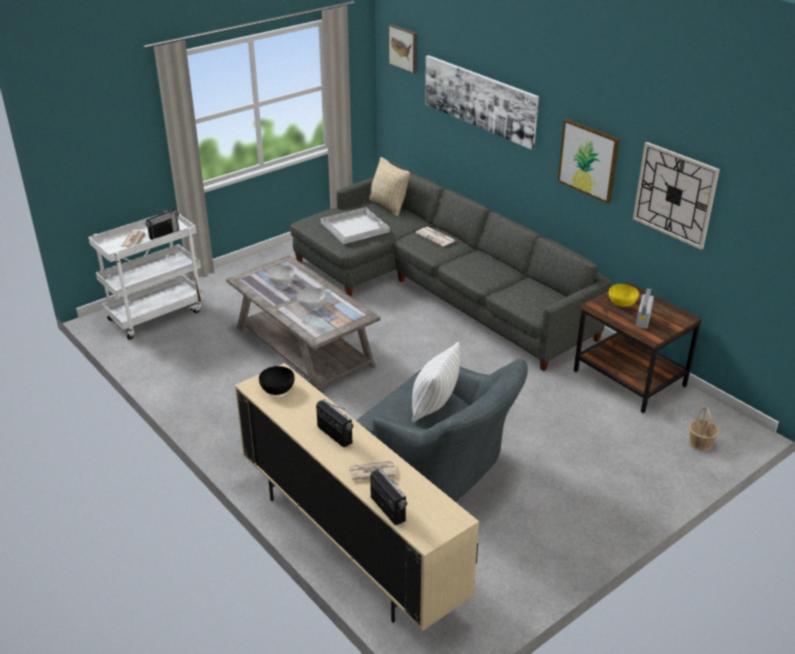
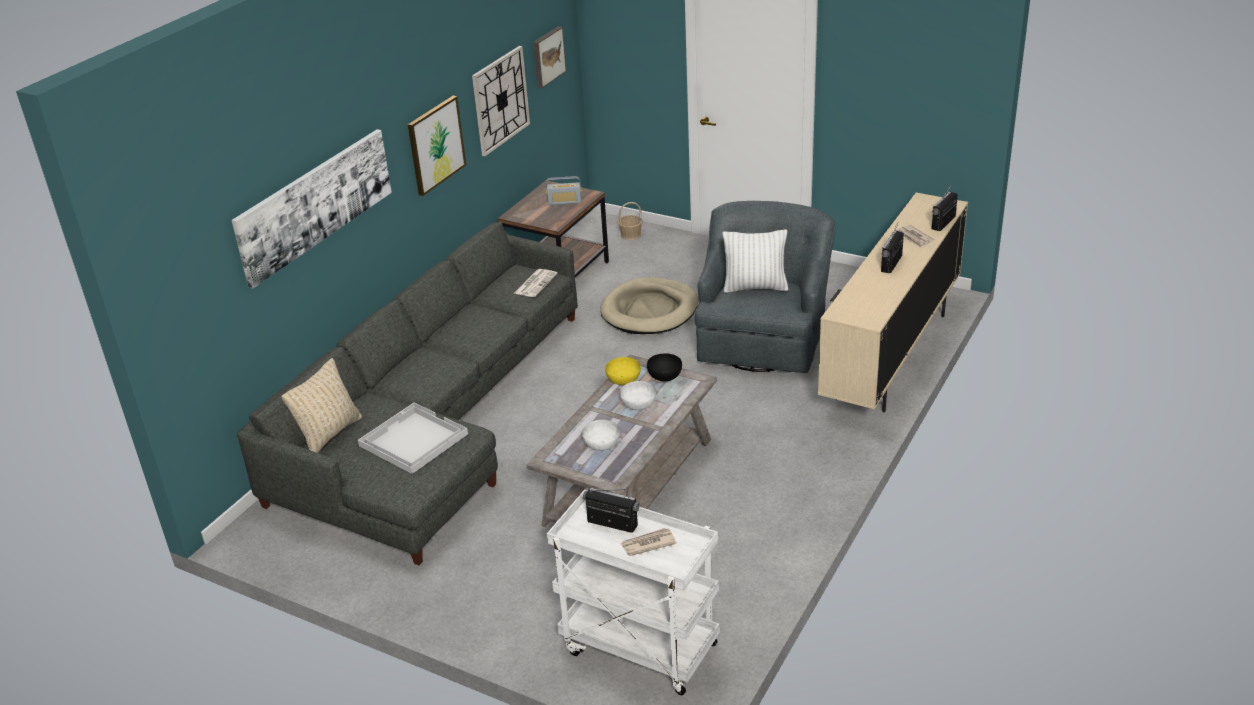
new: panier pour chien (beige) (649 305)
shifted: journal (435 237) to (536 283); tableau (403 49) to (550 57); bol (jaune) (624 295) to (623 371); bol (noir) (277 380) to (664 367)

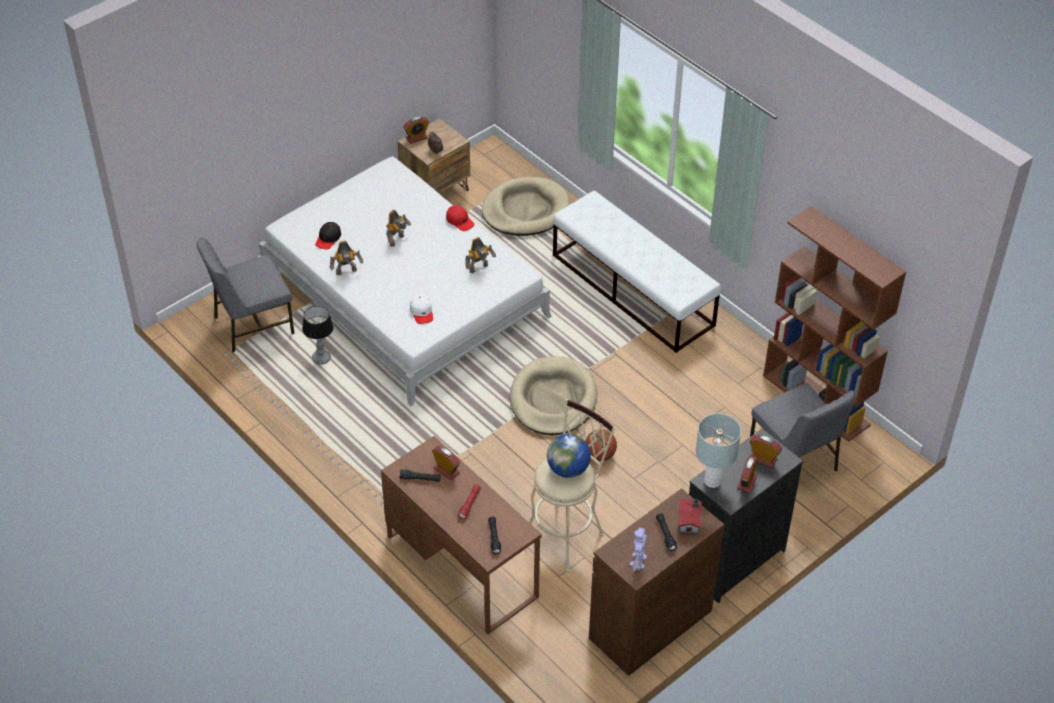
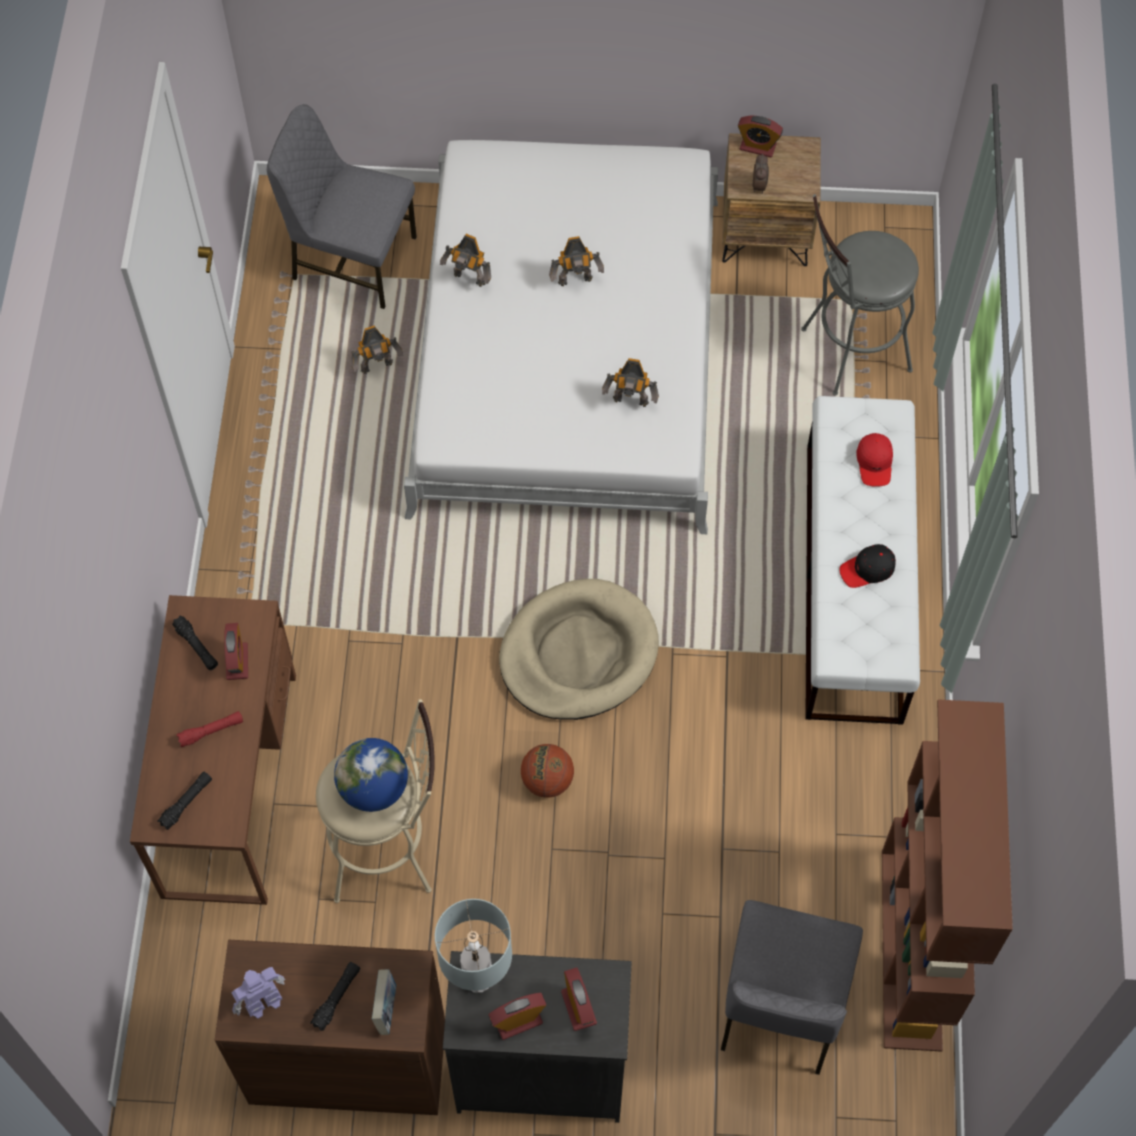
gone: casquette (blanc) (421 309)
shifted: casquette (noir) (328 236) to (868 566); casquette (rouge) (460 218) to (874 460)
swapped: lampe de table (318 335) to robot jouet (377 349); maison miniature (690 516) to livre (384 1002); panier pour chien (beige) (526 206) to tabouret (gris) (860 294)

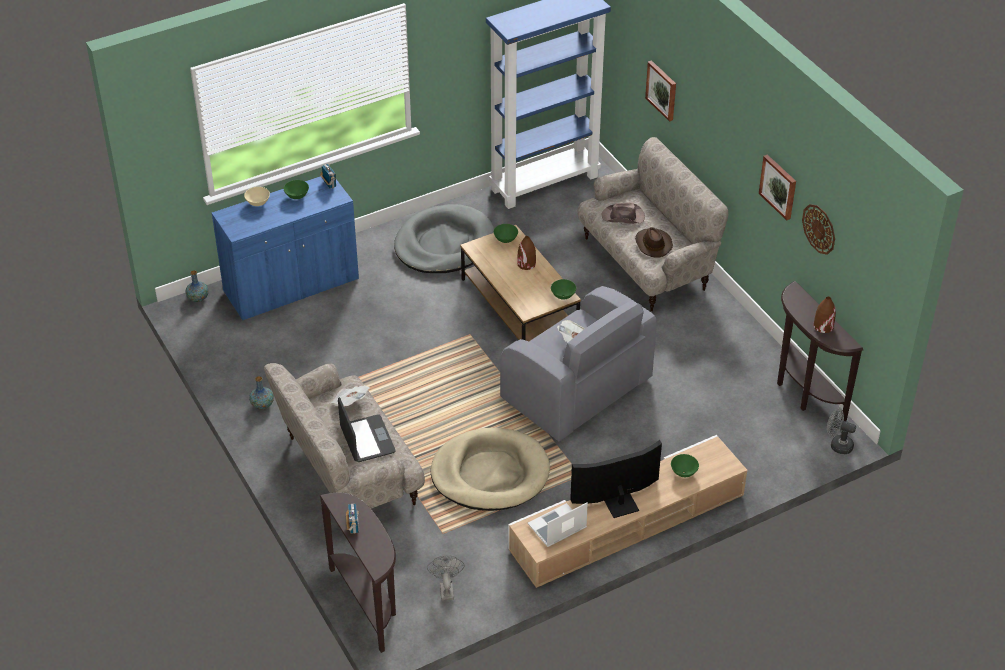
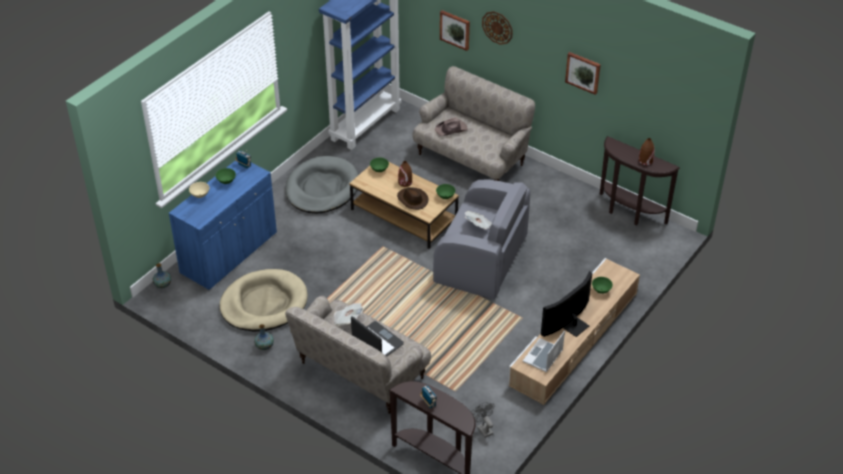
gone: ventilateur (gris) (841 431)
shifted: panier pour chien (beige) (490 469) to (264 300); chapeau (marron) (654 242) to (413 198); horloge murale (818 229) to (497 28)

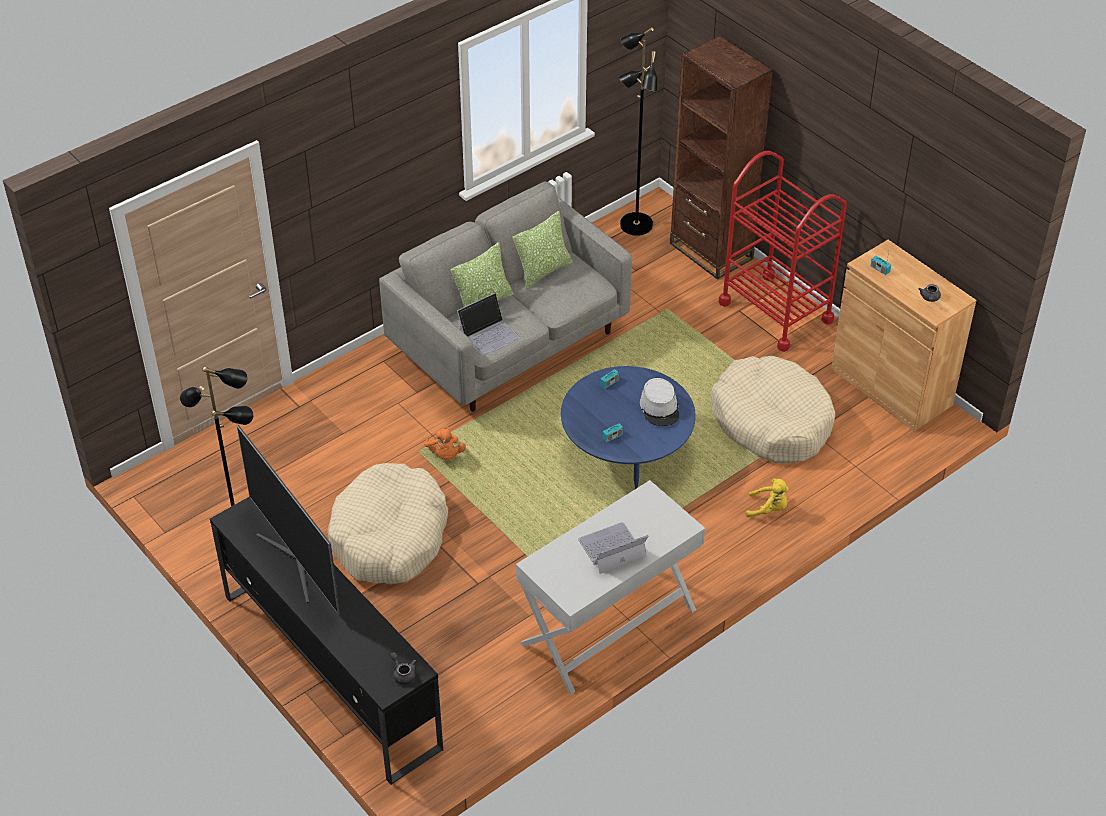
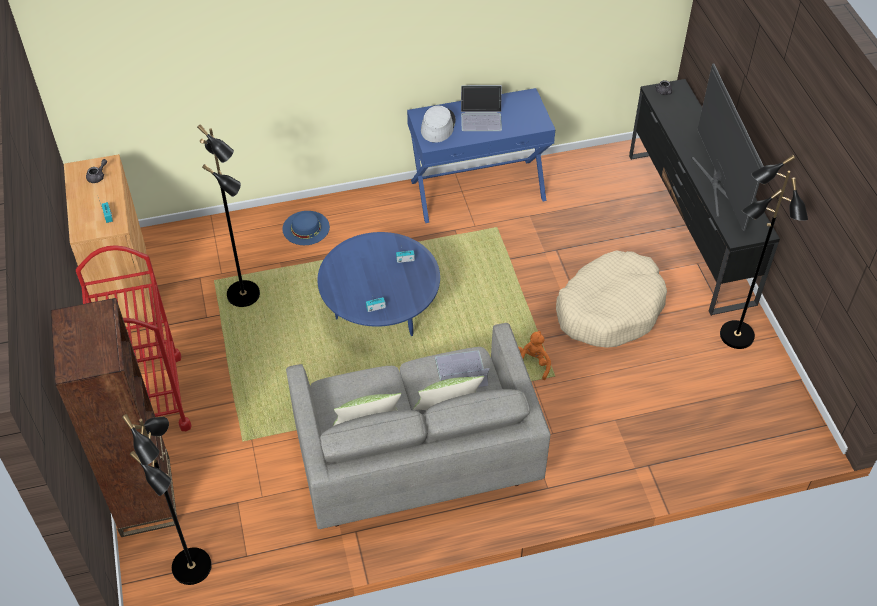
shifted: chapeau (gris) (660 402) to (438 124)
swapped: panier pour chien (beige) (773 409) to lampadaire (noir) (228 215); peluche (jaune) (767 498) to chapeau (bleu) (306 228)
repainted: table console (blanc) (610 587) to table console (bleu) (481 155)

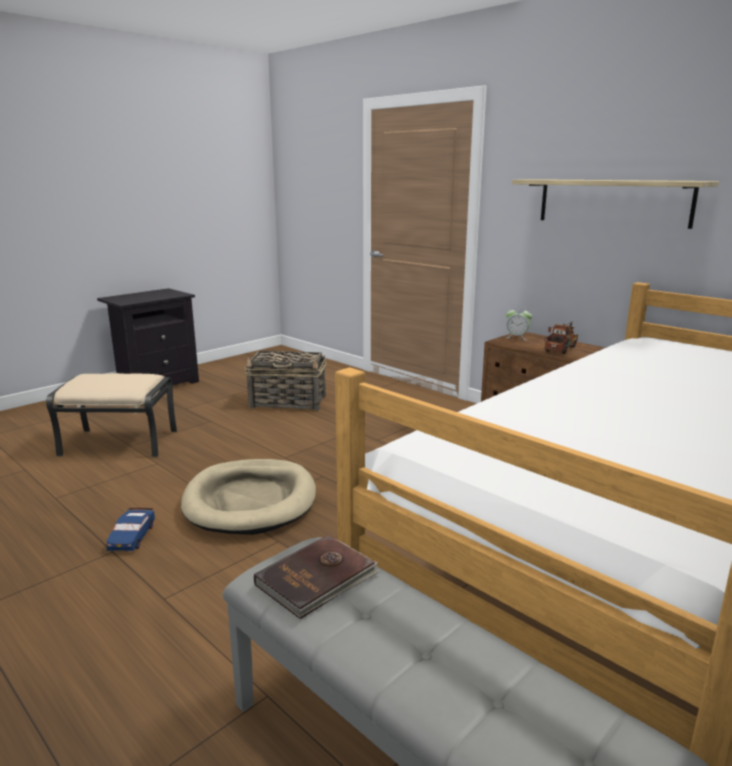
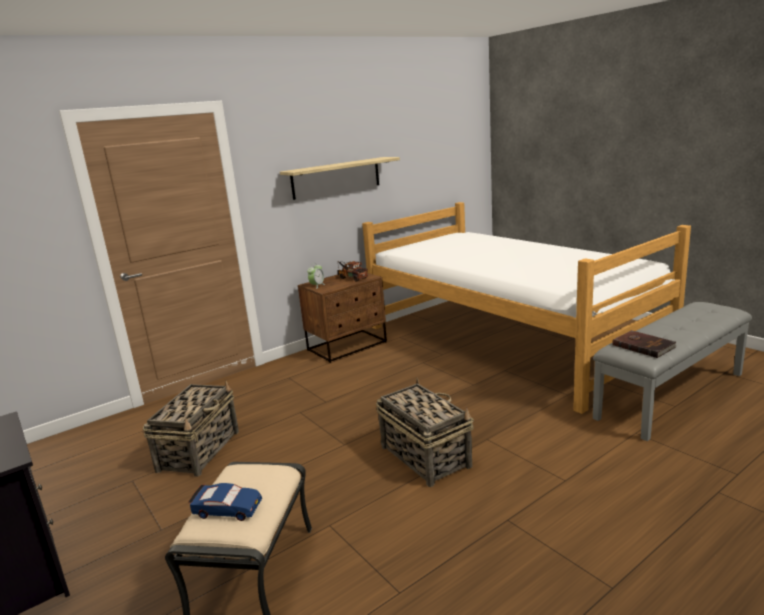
shifted: petite voiture (bleu) (131 529) to (225 502)
swapped: panier pour chien (beige) (248 497) to panier (425 432)

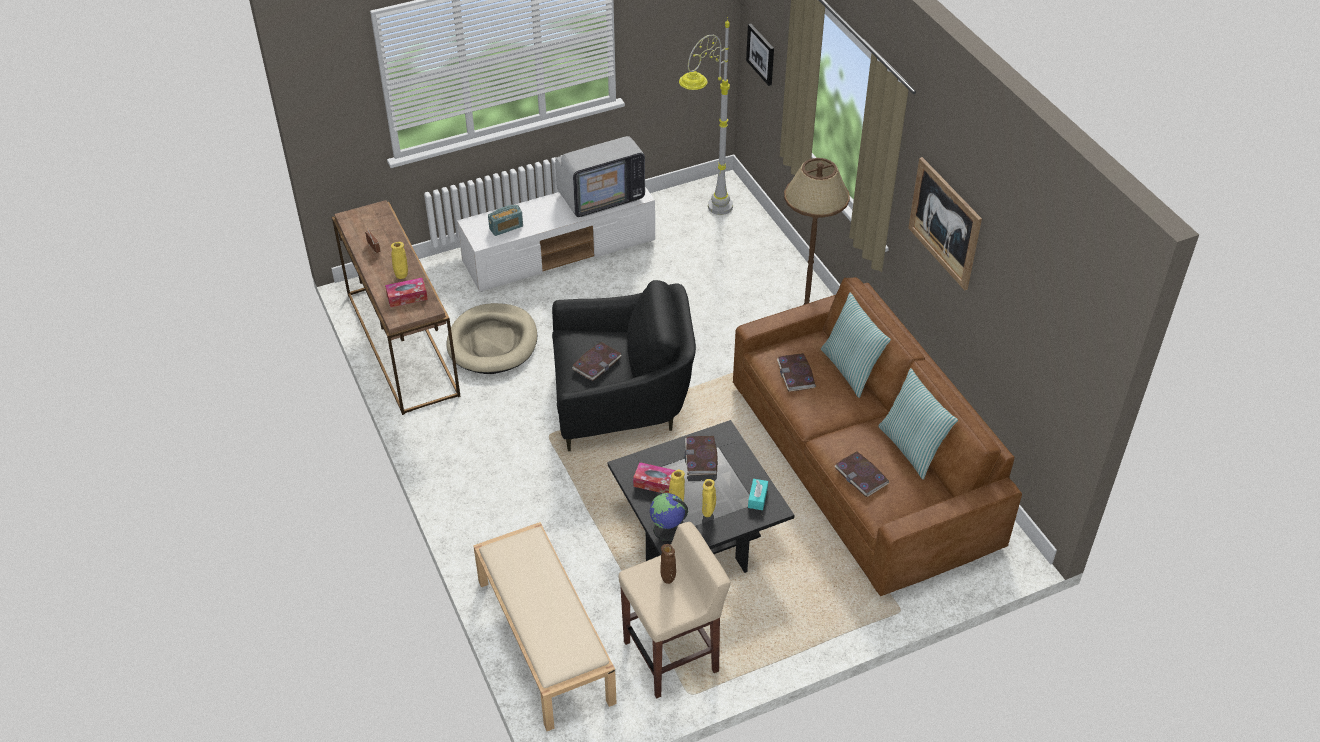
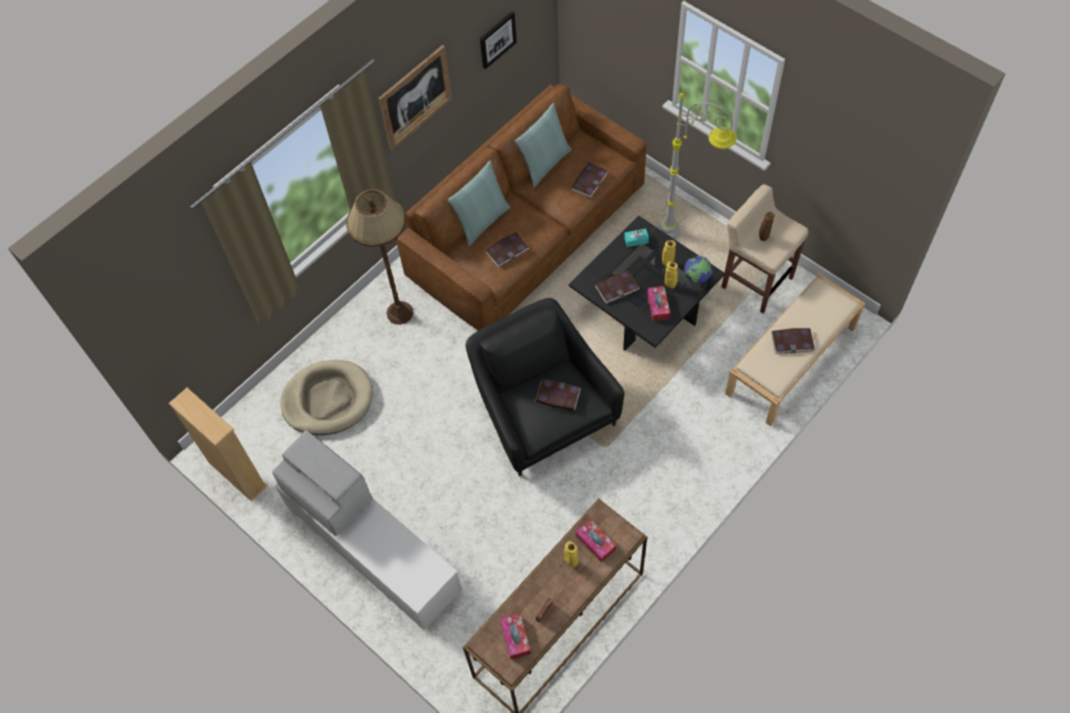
gone: radio (505 220)
new: bibliothèque (beige) (218 444); boîte à mouchoirs (515 636); livre (793 341)
shifted: panier pour chien (beige) (492 338) to (327 397); tableau (760 55) to (498 40); lampadaire (gris) (706 116) to (697 164)

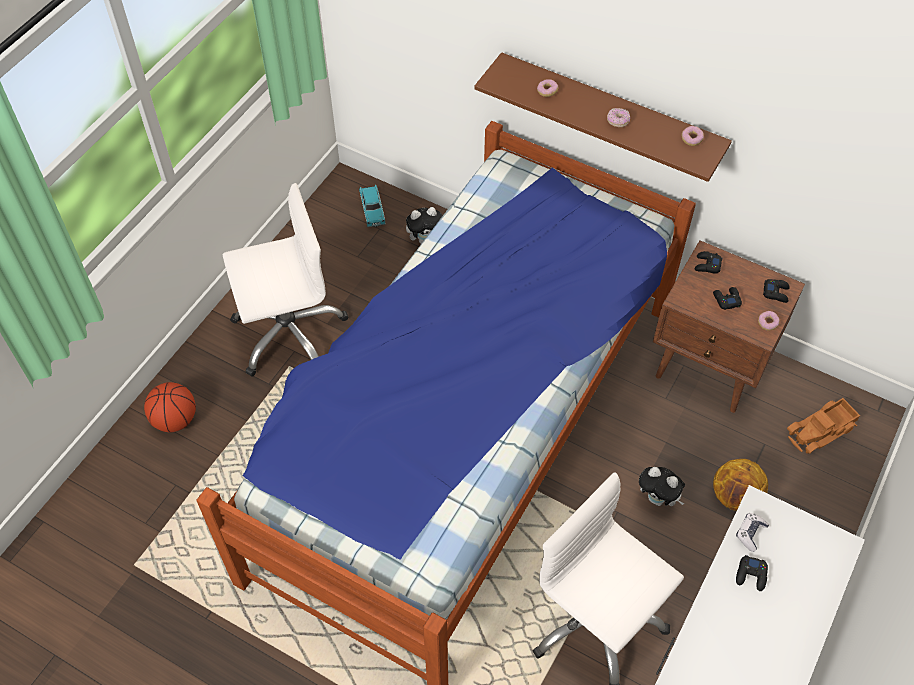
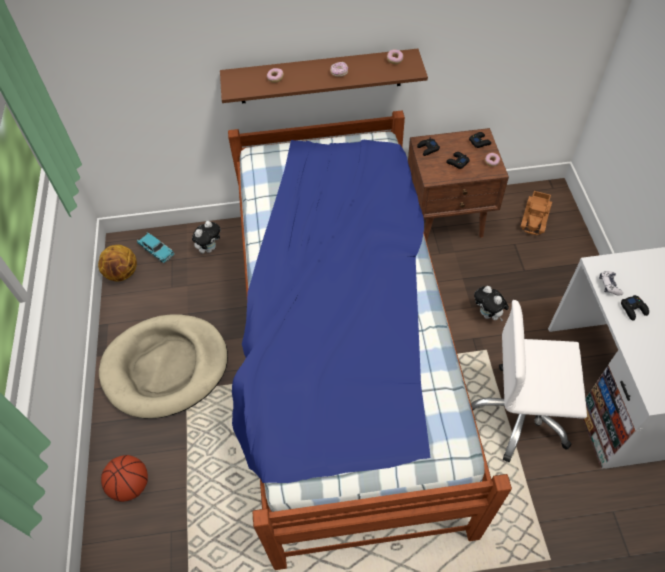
shifted: ballon de basket (740 485) to (117 263)
swapped: chaise de bureau (blanc) (285 280) to panier pour chien (beige) (163 367)
rotated: peluche (662 486) = (491 303) 60 degrees clockwise

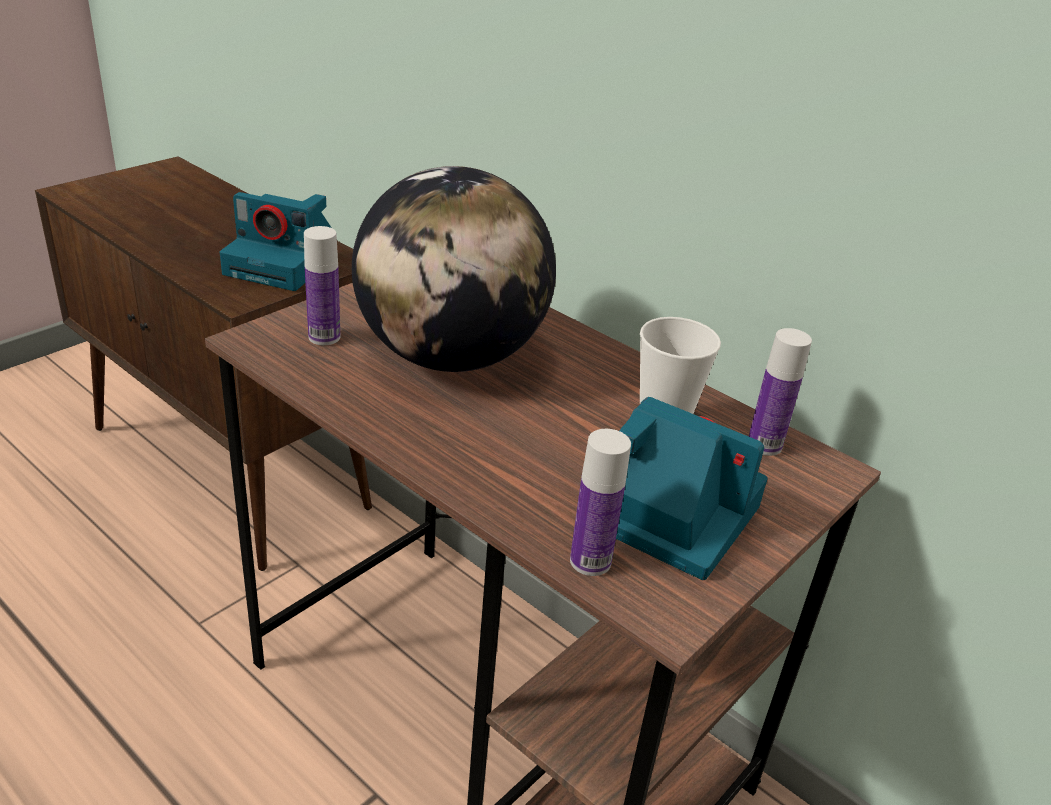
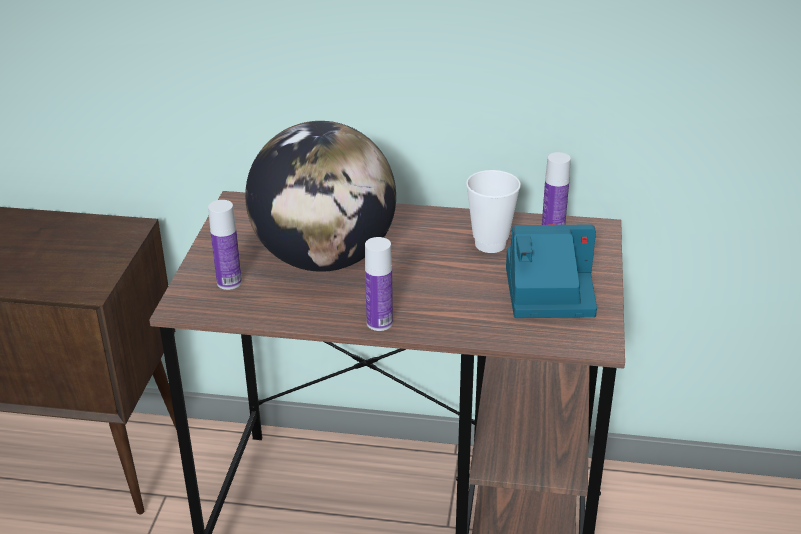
gone: appareil photo (276 241)
shifted: bouteille (600 502) to (379 284)

